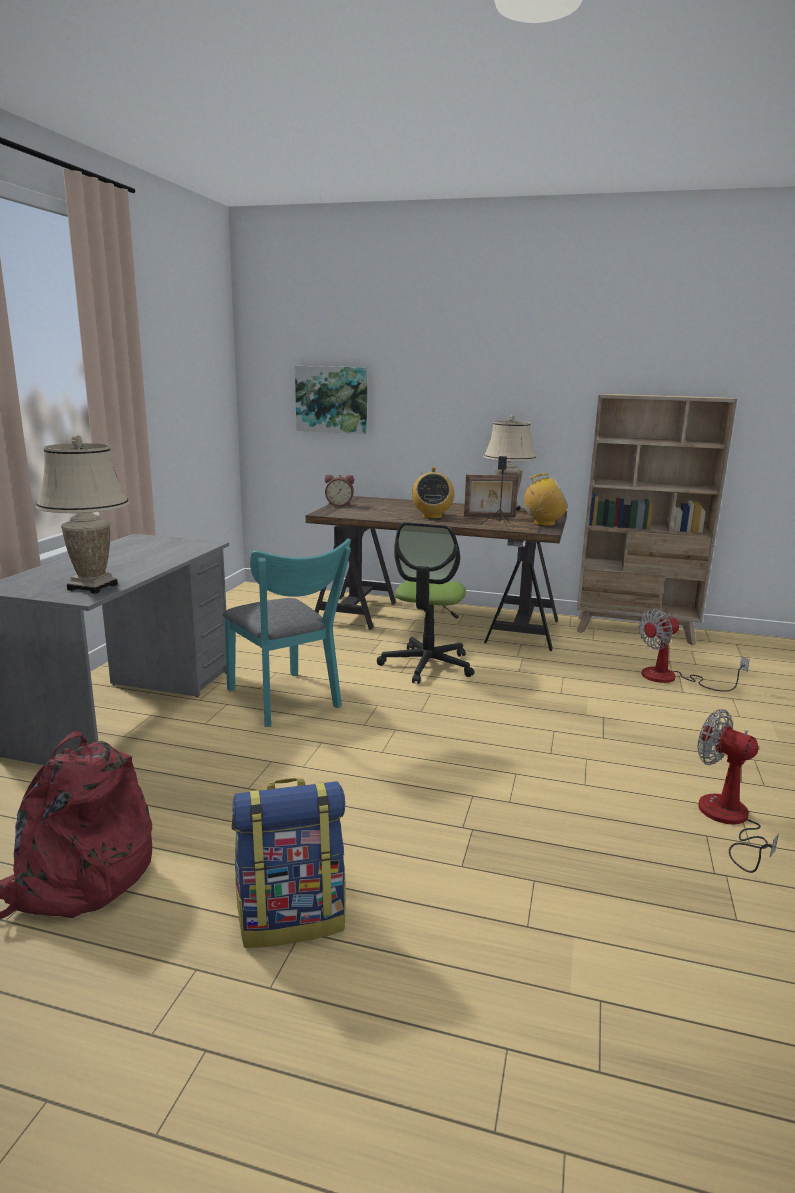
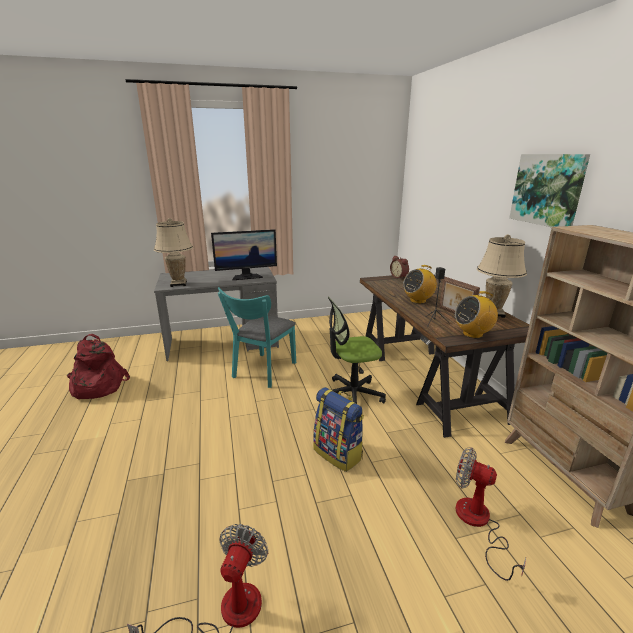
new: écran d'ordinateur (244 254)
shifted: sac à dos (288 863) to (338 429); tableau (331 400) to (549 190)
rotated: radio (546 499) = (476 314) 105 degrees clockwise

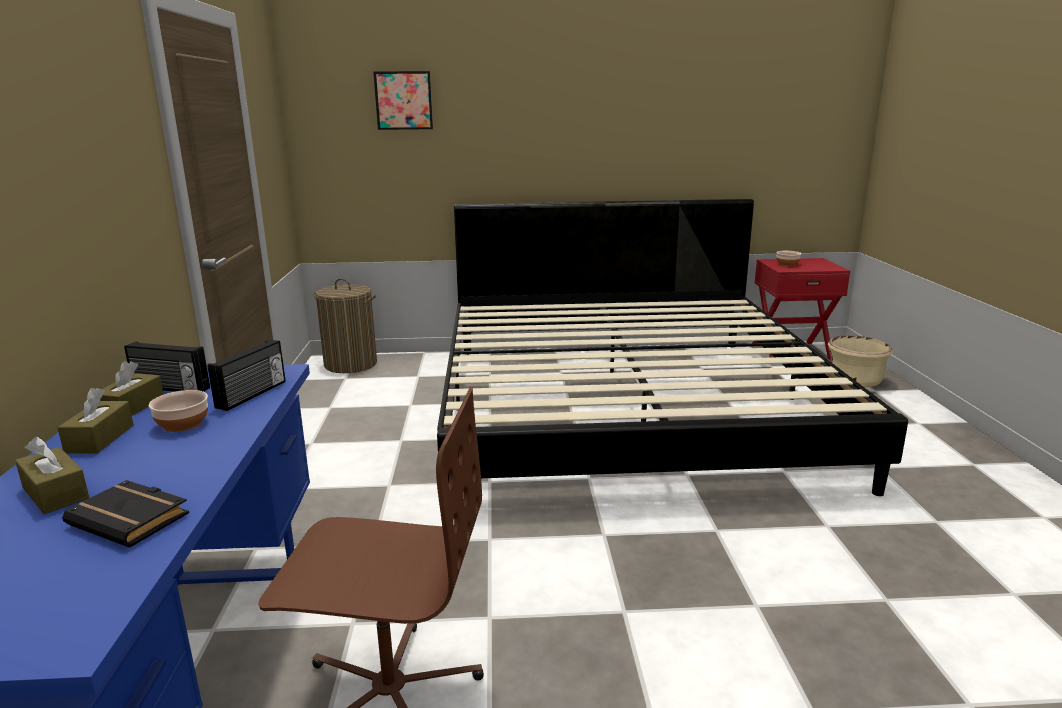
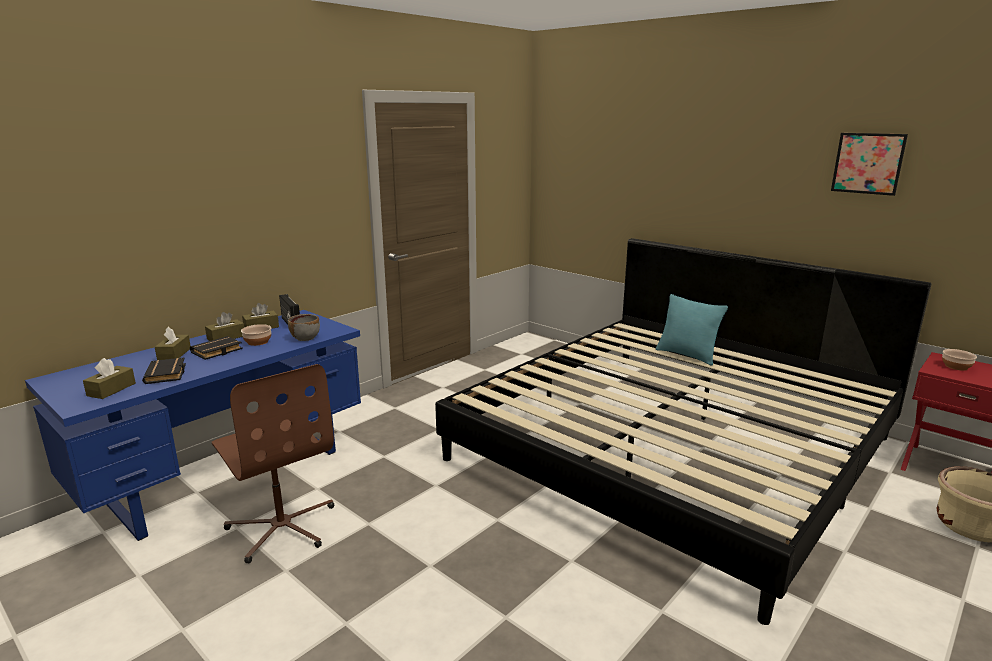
gone: panier à linge (345 325)
new: boîte à mouchoirs (marron) (109 378); livre (noir) (216 348); coussin (turquoise) (692 329)
shifted: tableau (403 100) to (869 164)
swapped: radio (247 375) to bol (gris) (304 327)

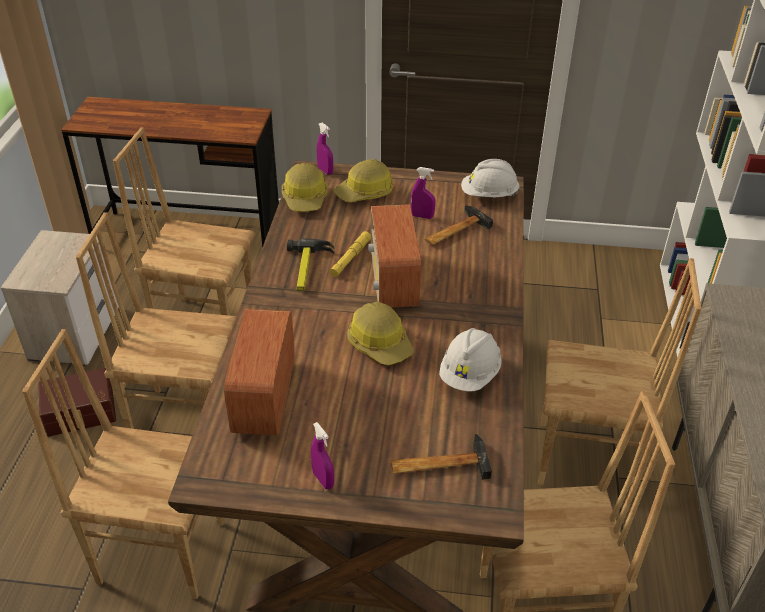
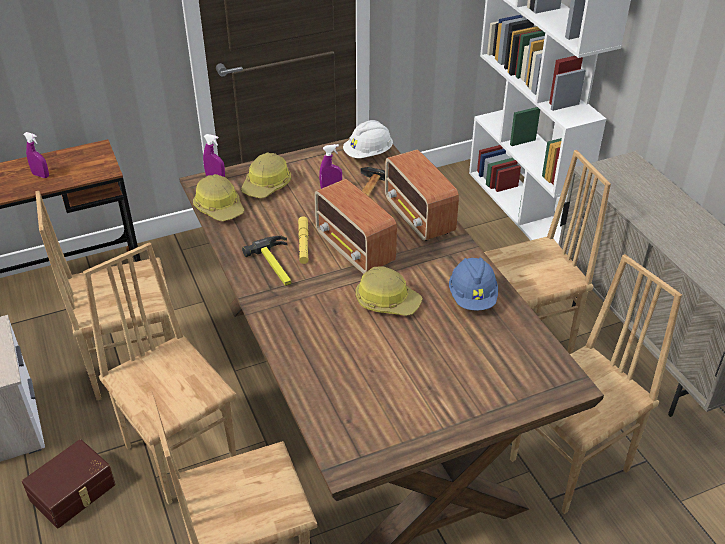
gone: marteau (441 457)
shifted: vaporisateur (violet) (322 455) to (36 155); radio (259 372) to (422 195)
repainted: casque de chantier (blanc) (470 360) to casque de chantier (bleu) (473 284)
rotated: chaise (marron) (156 320) = (160 373) 75 degrees clockwise

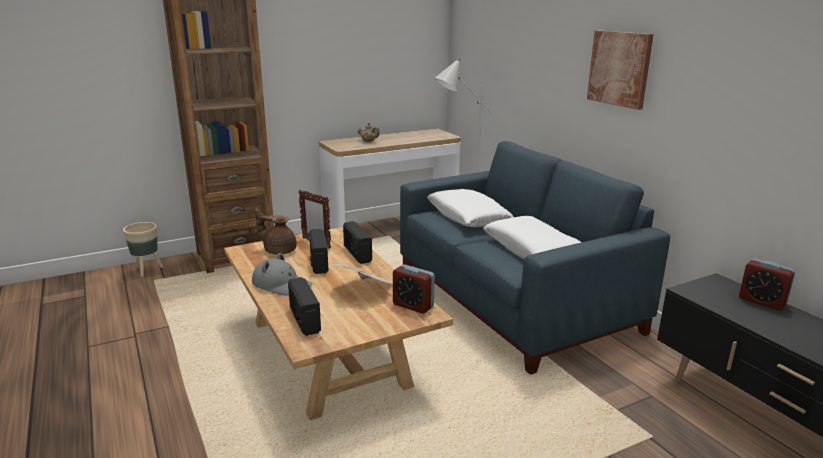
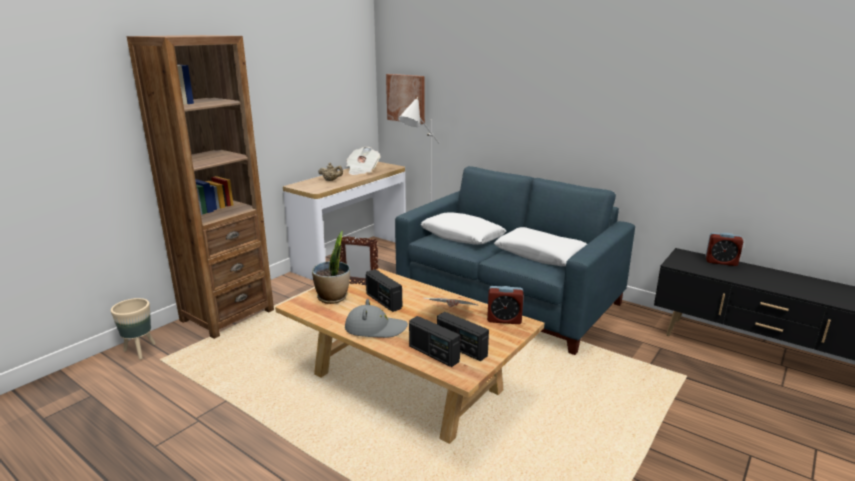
new: journal (363 161)
shifted: tableau (620 70) to (405 99); radio (357 242) to (463 336)
swapped: théière (marron) (276 231) to plante en pot (331 267)

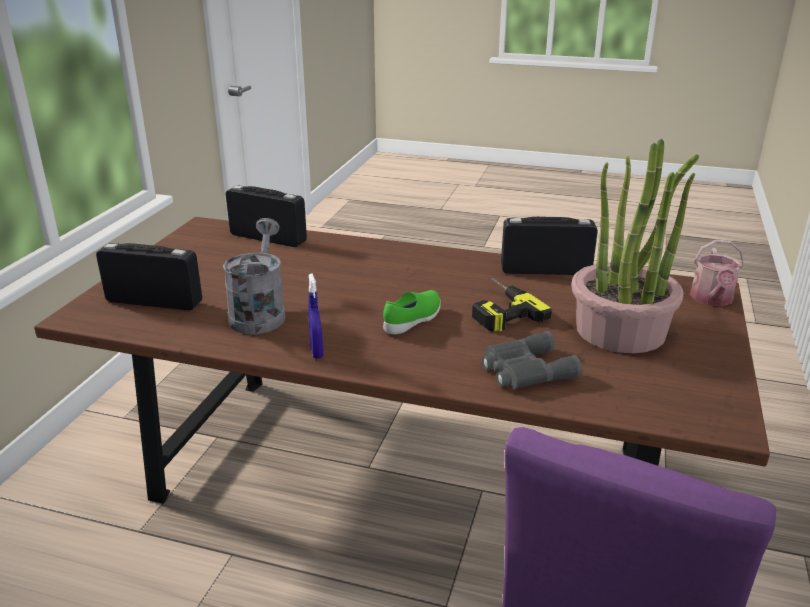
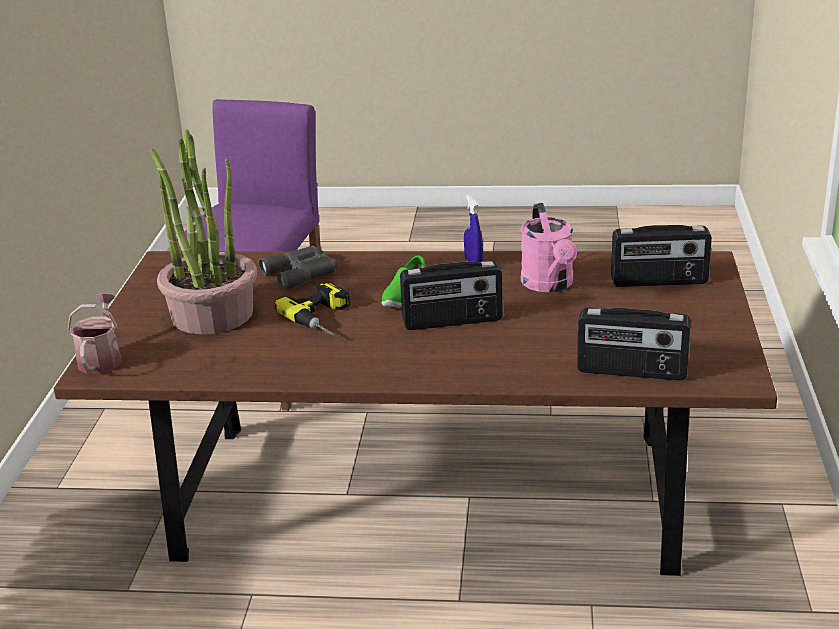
shifted: radio (549 246) to (451 295)
repainted: arrosoir (gris) (254 276) to arrosoir (rose) (549 247)

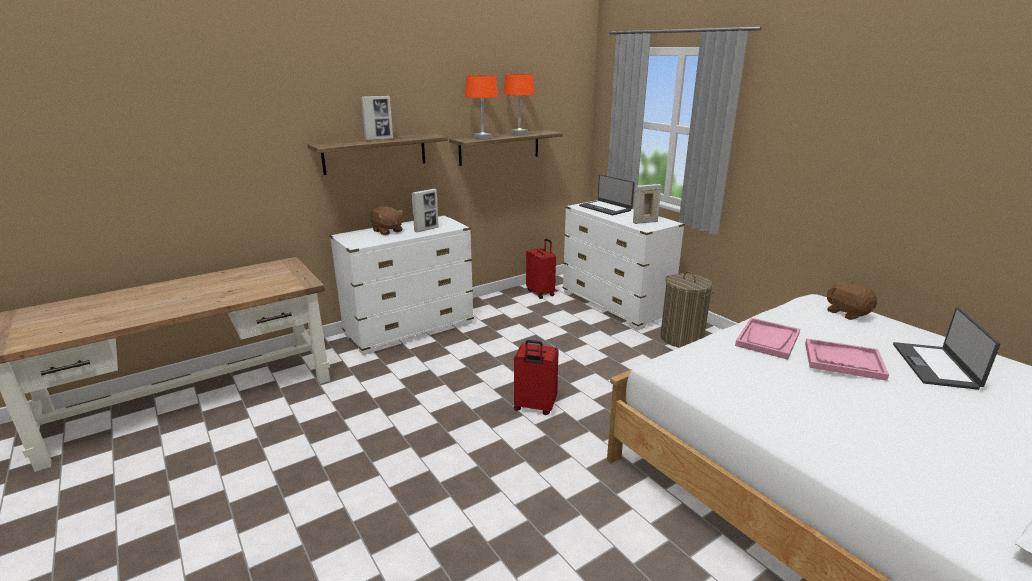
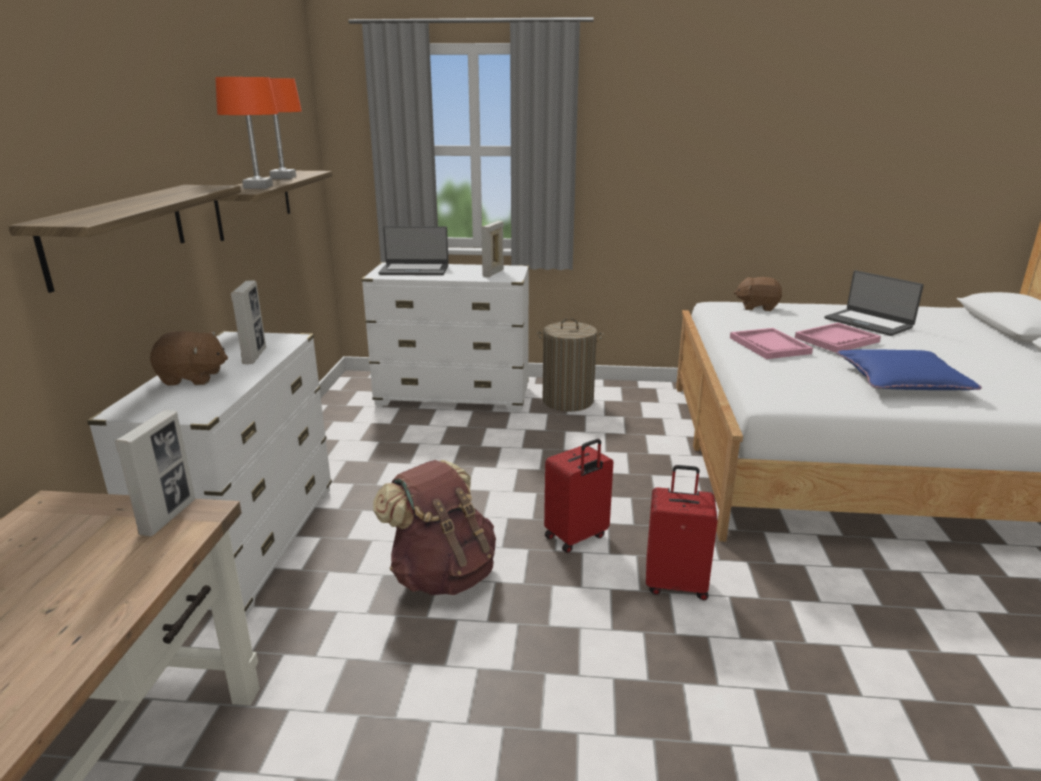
new: sac à dos (marron) (434 527); coussin (bleu) (909 369)
shifted: cadre photo (377 118) to (155 473); valise (rouge) (541 268) to (682 532)

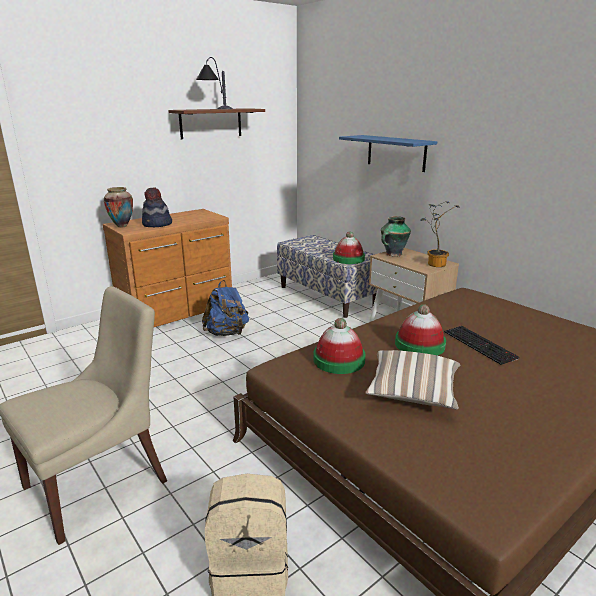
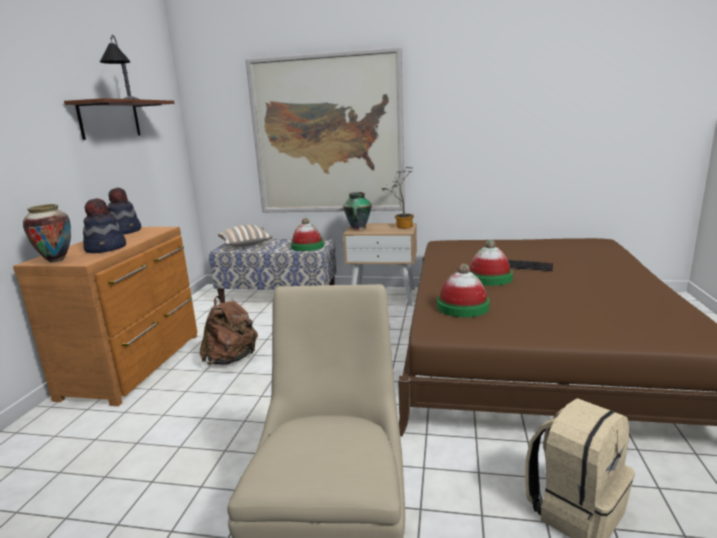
new: chapeau (124 211)
shifted: coussin (412 379) to (245 236)
swapped: étagère (bleu) (388 153) to tableau (325 129)
repainted: sac à dos (bleu) (225 308) to sac à dos (marron) (229 330)

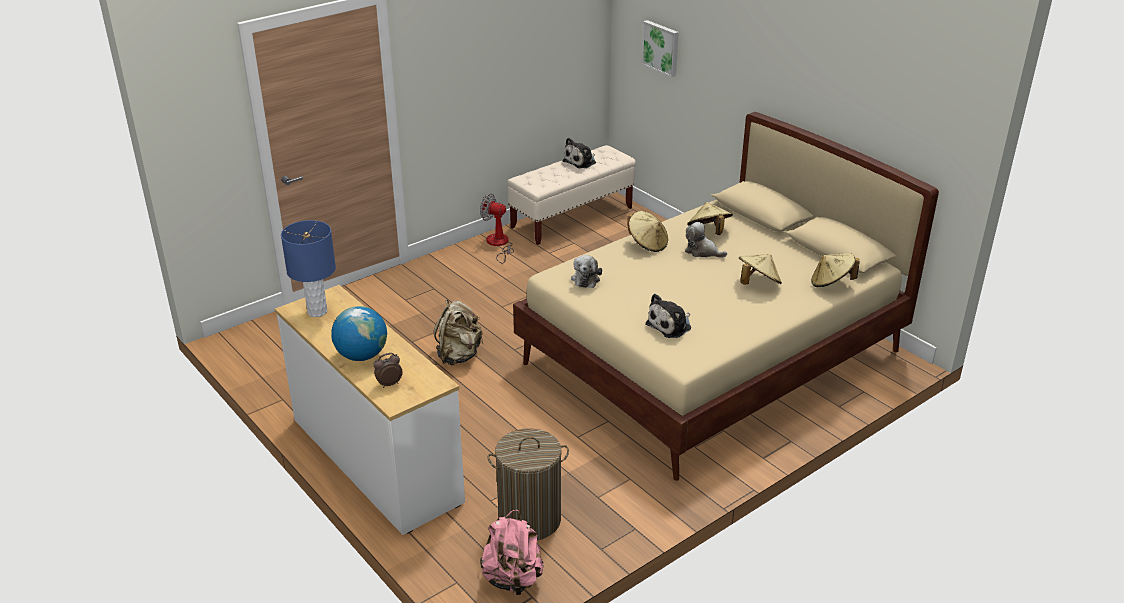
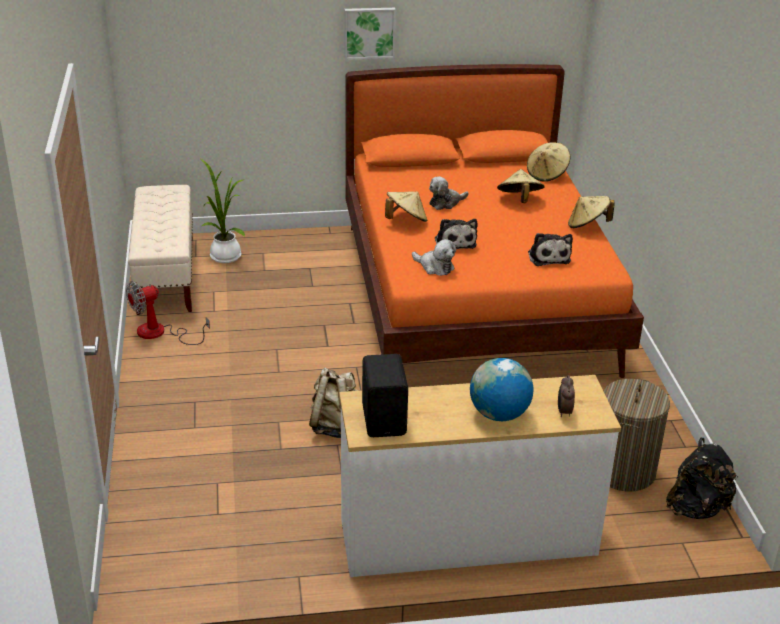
new: plante en pot (223 211)
shifted: tableau (660 48) to (370 34); peluche (579 153) to (456 234); chapeau (beige) (710 218) to (591 212)
swapped: lampe de table (bleu) (308 268) to enceinte (noir) (385 395)
repainted: lit (beige) (726 296) to lit (orange) (494 221); sac à dos (rose) (512 552) to sac à dos (noir) (701 478)

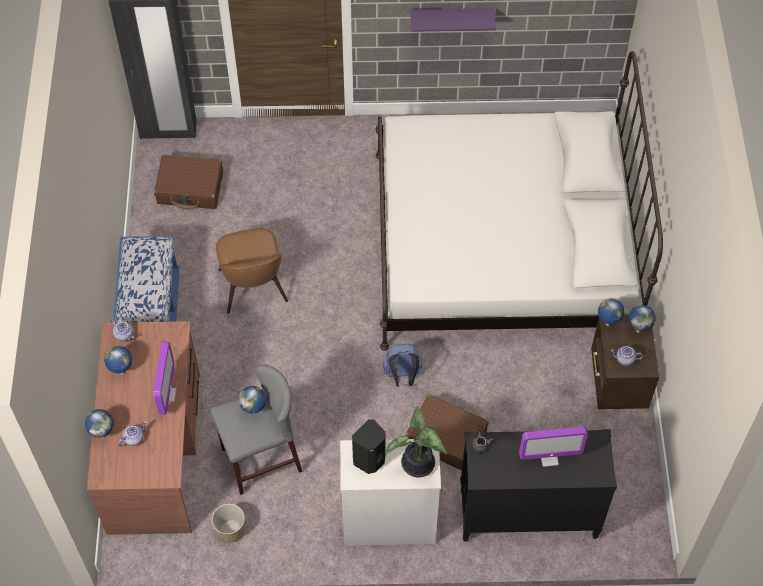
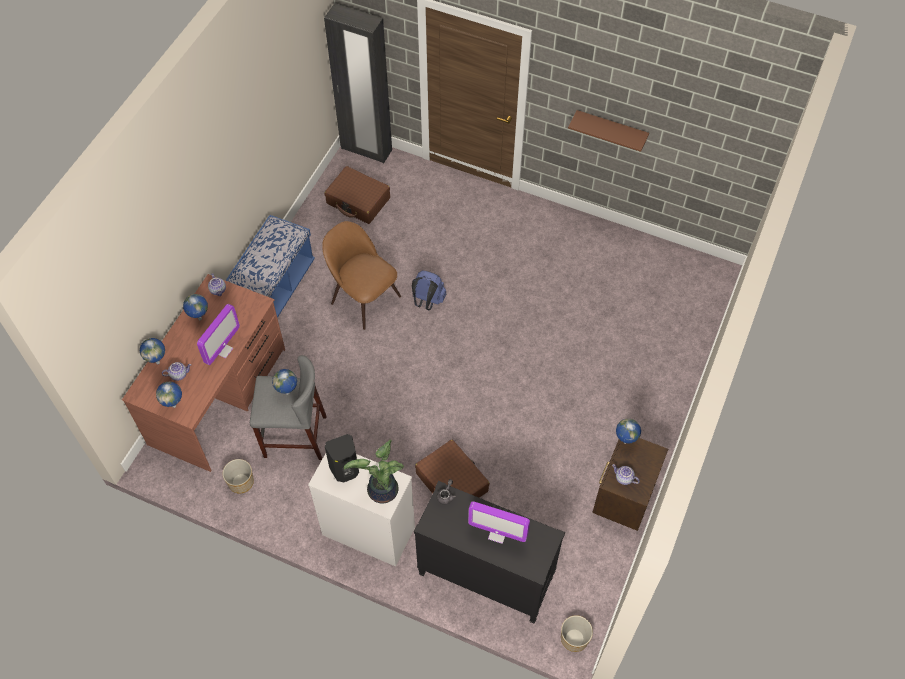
gone: lit (blanc) (519 201)
new: cache-pot (577 633)
shifted: globe (642 319) to (169 395); sac à dos (bleu) (402 365) to (429 290)
repainted: étagère (violet) (453 20) to étagère (marron) (608 131)
rotated: chaise (marron) (252 271) = (361 275) 120 degrees clockwise

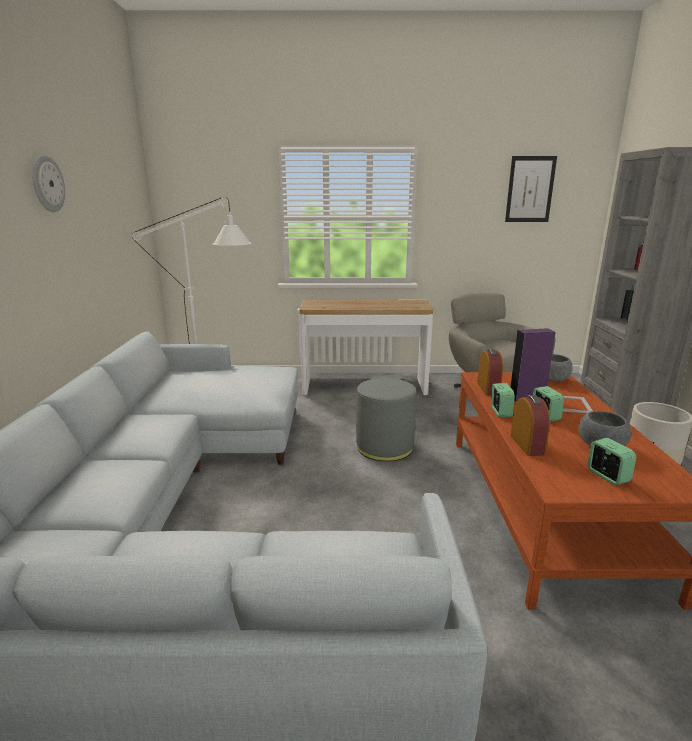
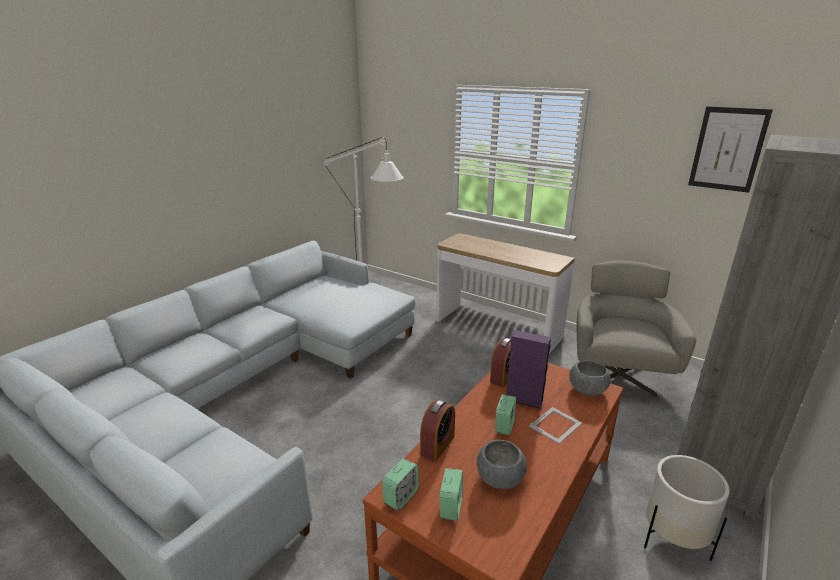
gone: horloge murale (48 183); pouf (gris) (386 420)
shifted: réveil (503 400) to (400 485)

